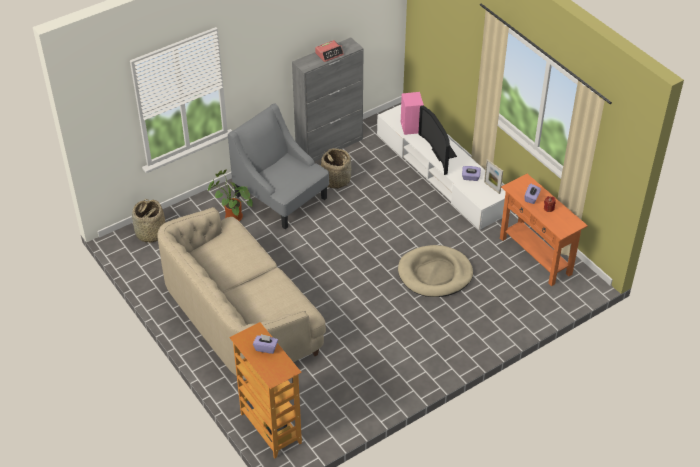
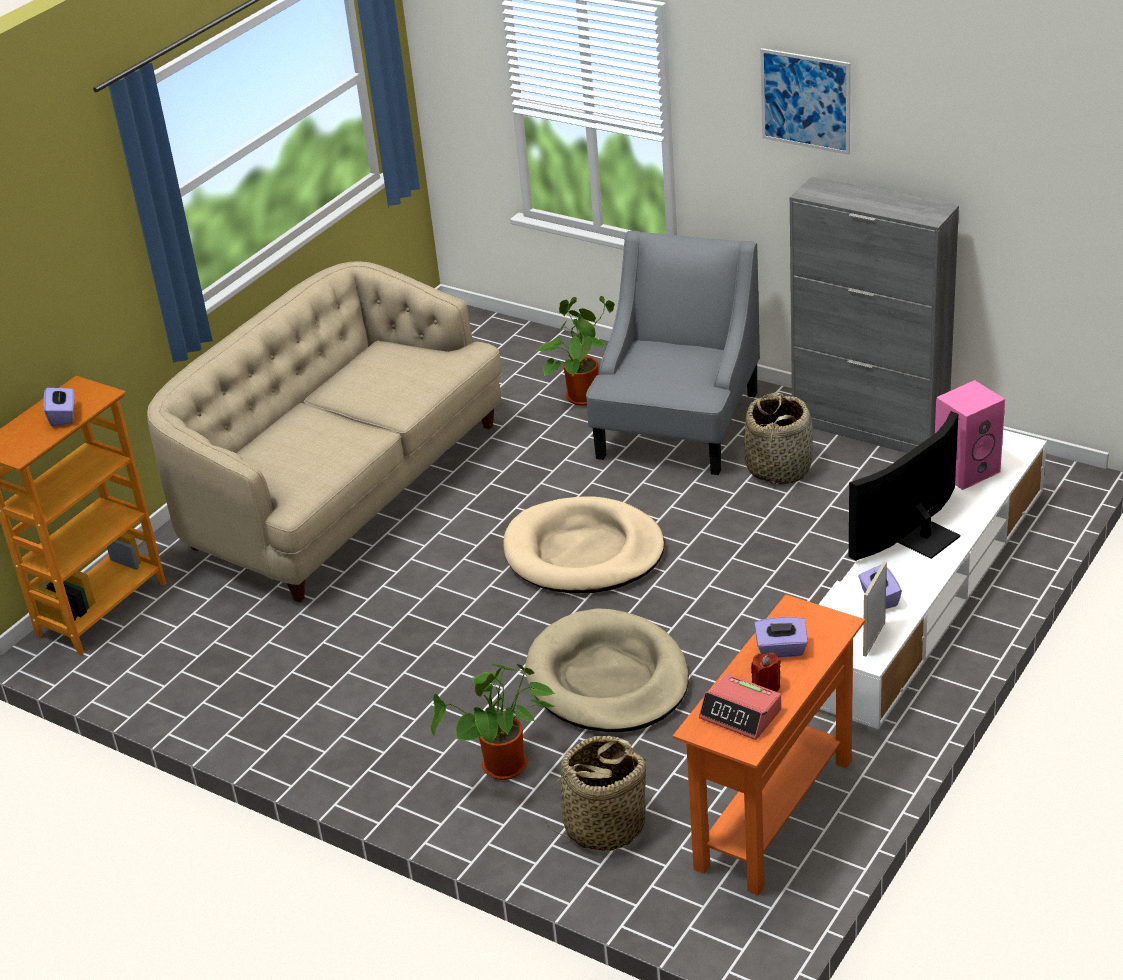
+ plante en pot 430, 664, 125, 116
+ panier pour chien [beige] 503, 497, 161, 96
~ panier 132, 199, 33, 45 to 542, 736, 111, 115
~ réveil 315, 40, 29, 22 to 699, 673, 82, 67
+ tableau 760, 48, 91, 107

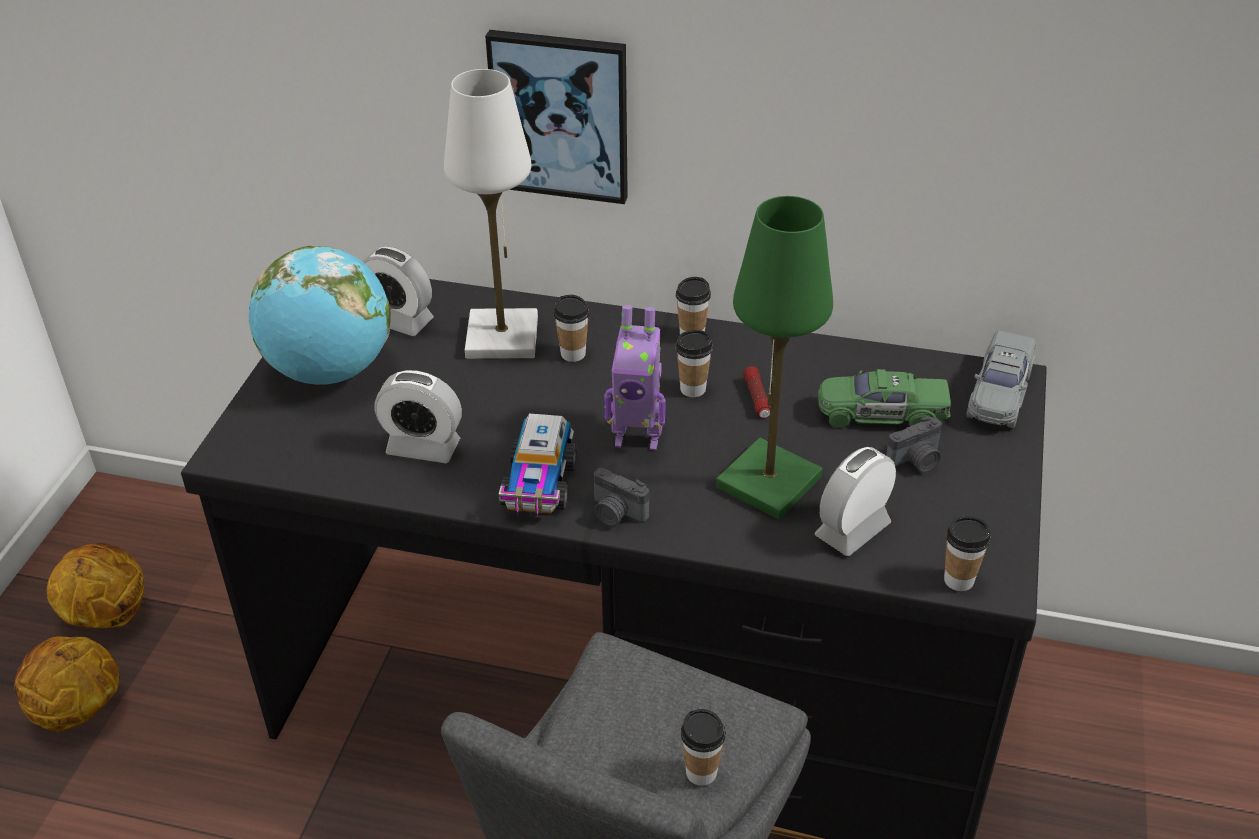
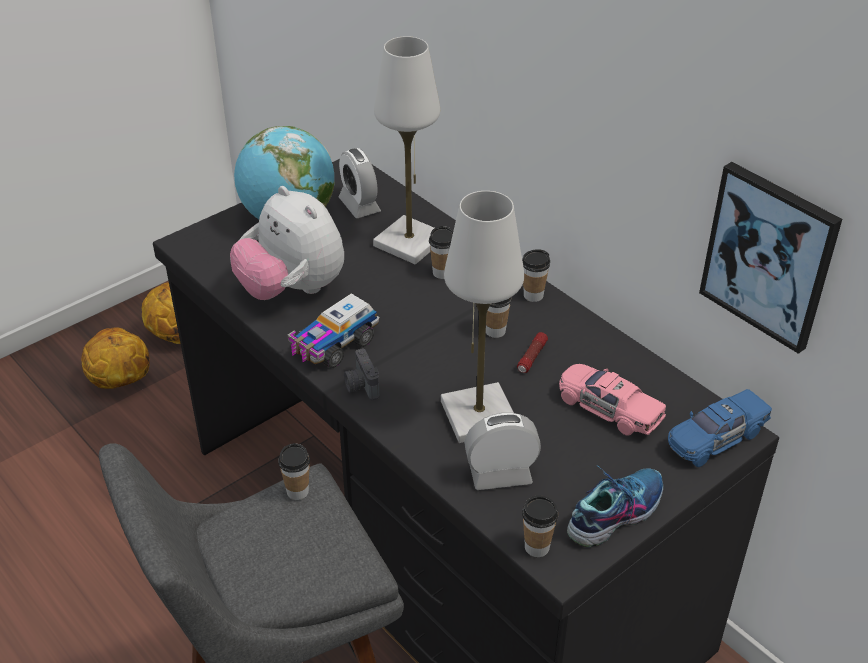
~ réveil 374, 370, 88, 93 to peluche 230, 186, 114, 114
~ tasse 681, 709, 45, 77 to 278, 443, 32, 57
~ lampe de table [vert] 716, 196, 117, 324 to lampe de table [blanc] 441, 191, 83, 252
~ petite voiture [vert] 818, 369, 133, 59 to petite voiture [rose] 559, 364, 107, 72
+ chaussure 567, 465, 96, 82
~ petite voiture [gris] 967, 330, 69, 98 to petite voiture [bleu] 668, 389, 104, 78
~ tableau 485, 30, 143, 174 to 699, 162, 143, 192
- robot jouet 604, 306, 62, 145
- appareil photo 886, 416, 56, 57

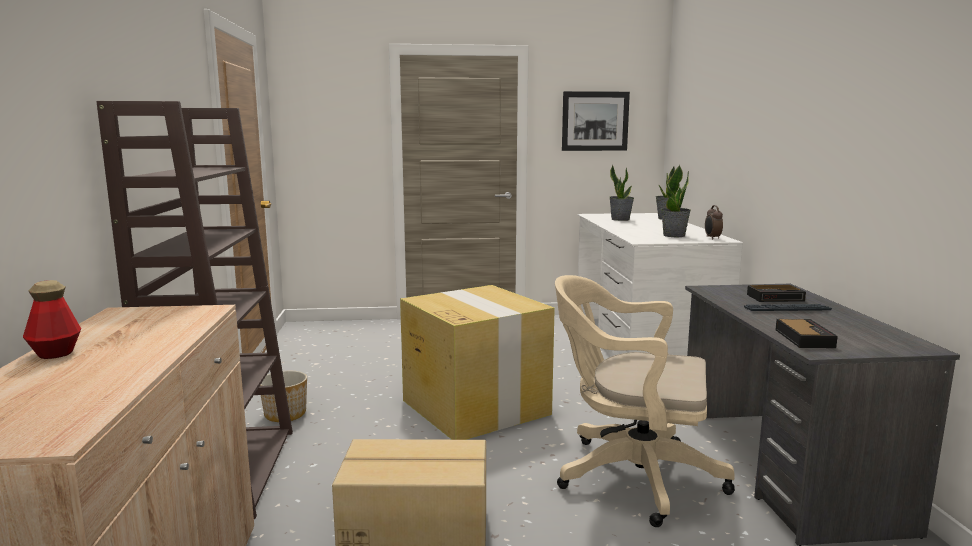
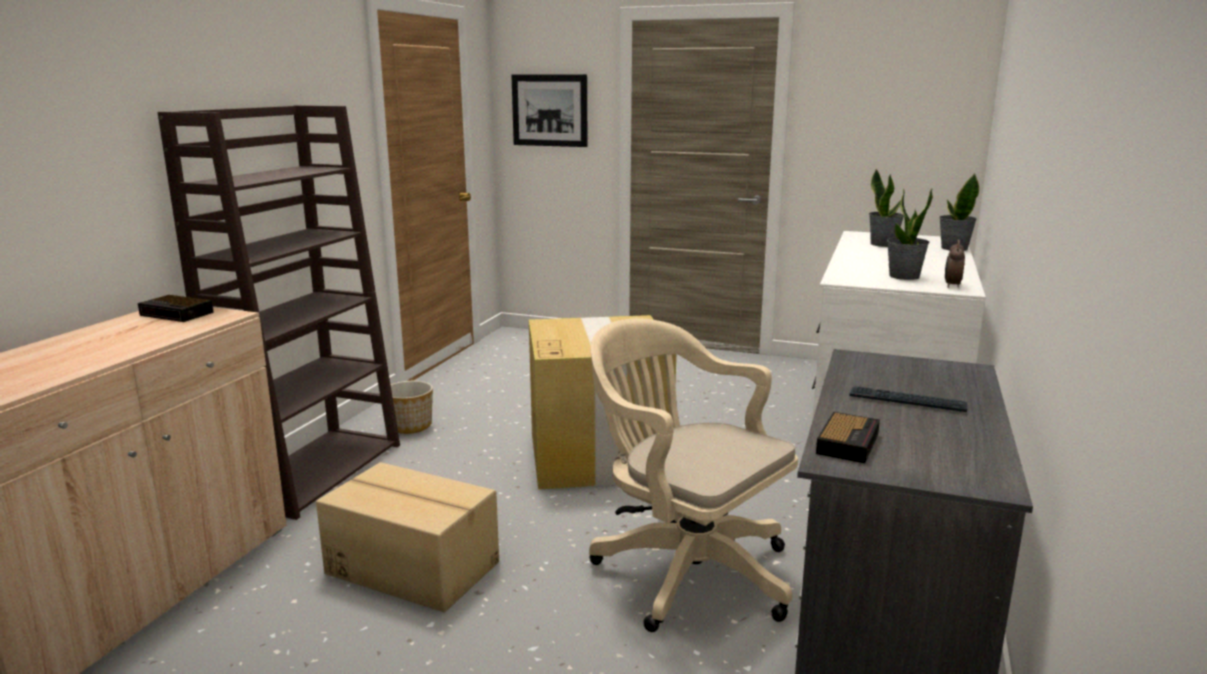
~ réveil 747, 285, 59, 17 to 138, 295, 76, 27
~ tableau 562, 91, 68, 60 to 511, 74, 77, 73
- bouteille 23, 280, 58, 79

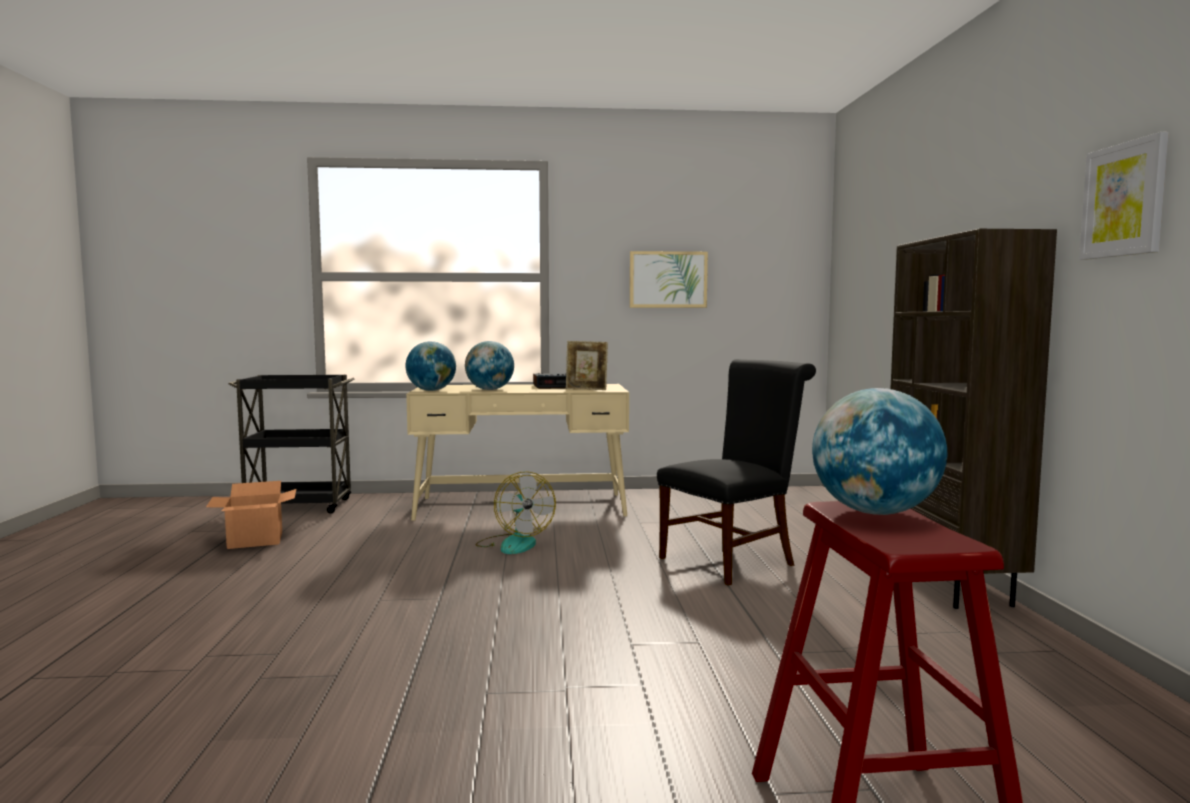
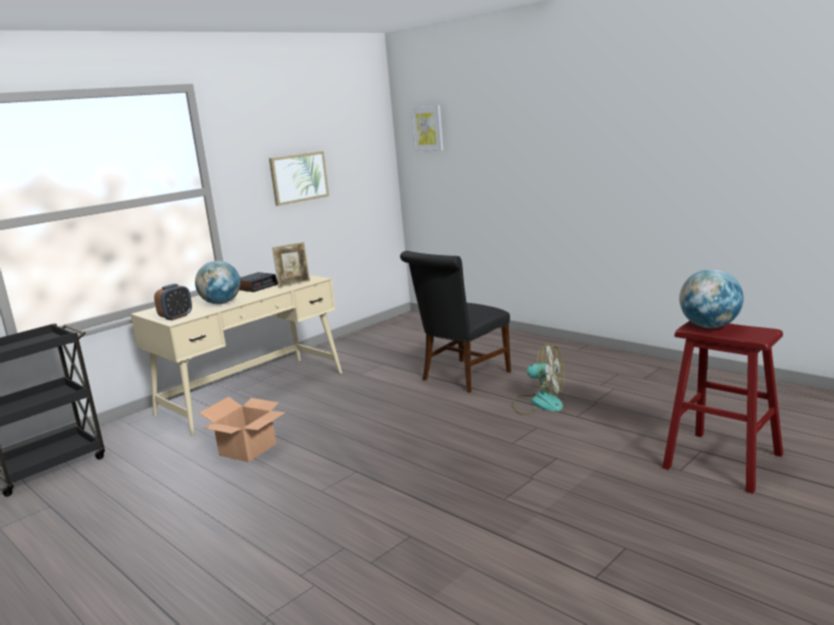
~ globe 405, 341, 51, 50 to réveil 154, 284, 38, 37
~ carton 206, 481, 90, 68 to 199, 397, 87, 65
~ chaise [noir] 657, 359, 159, 227 = 400, 251, 111, 142 150 degrees counterclockwise
~ tableau 1079, 132, 90, 128 to 411, 105, 32, 46
~ ventilateur 475, 471, 81, 83 to 512, 343, 52, 72
- bibliothèque [marron] 891, 229, 166, 380

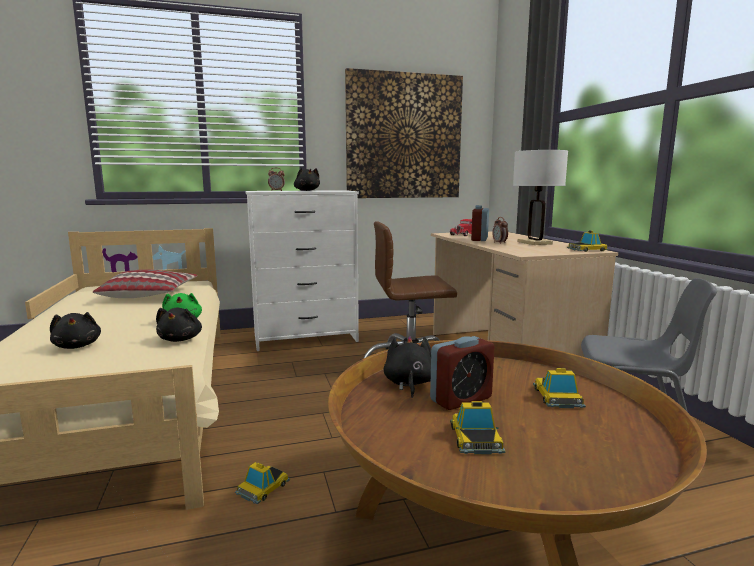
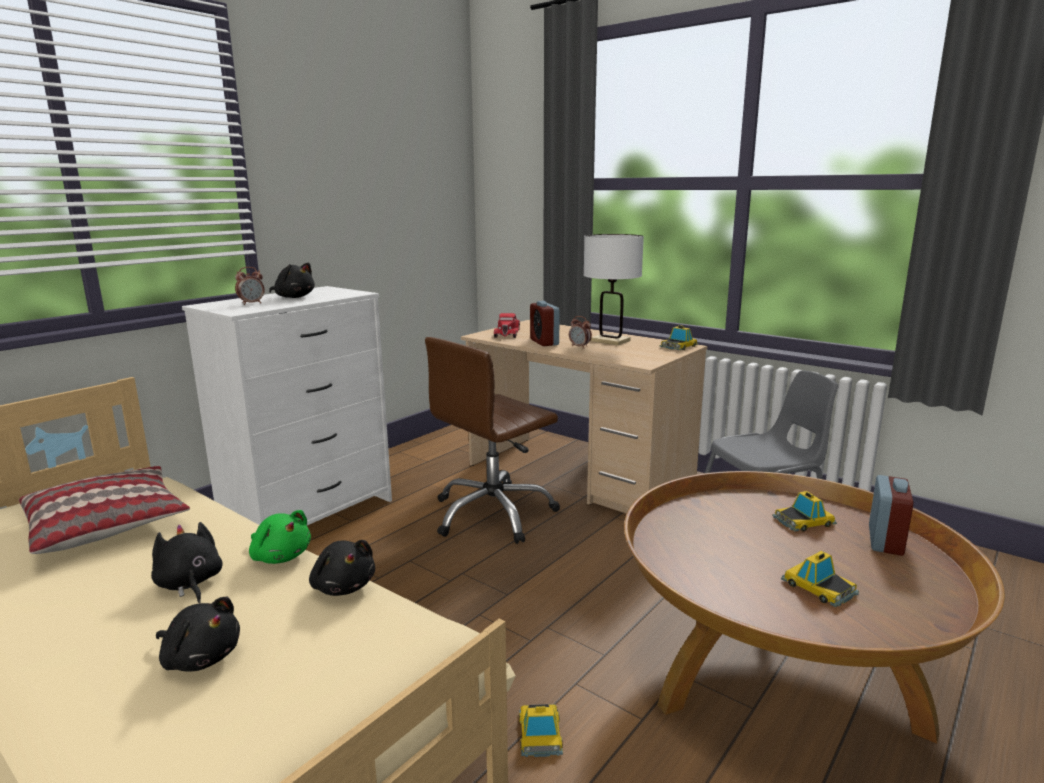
~ peluche [noir] 384, 336, 47, 62 to 151, 522, 72, 81
~ petite voiture 533, 368, 53, 40 = 772, 491, 65, 41 75 degrees counterclockwise
~ réveil 430, 336, 65, 74 to 869, 475, 44, 81
- tableau 345, 68, 118, 130

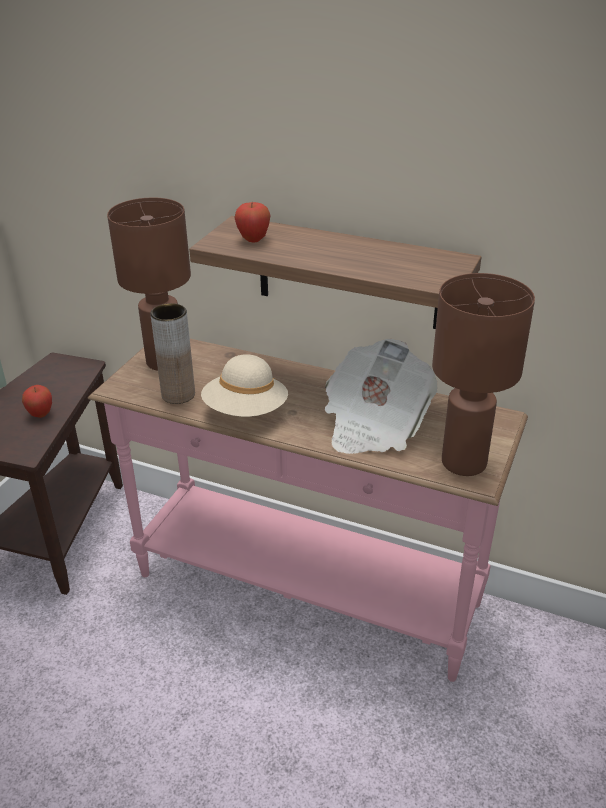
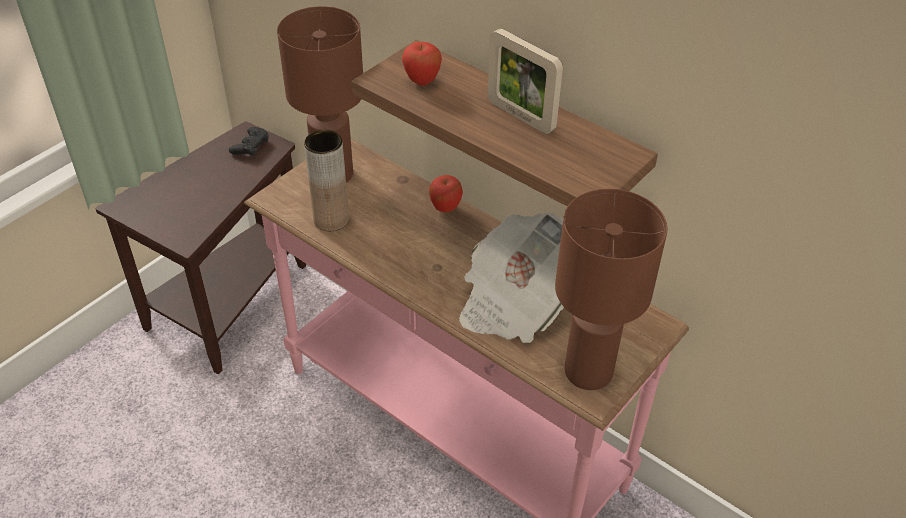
+ manette [noir] 229, 127, 40, 29
~ pomme 22, 385, 30, 33 to 429, 175, 34, 38
+ cadre photo 488, 29, 75, 105
- chapeau [beige] 201, 354, 87, 63

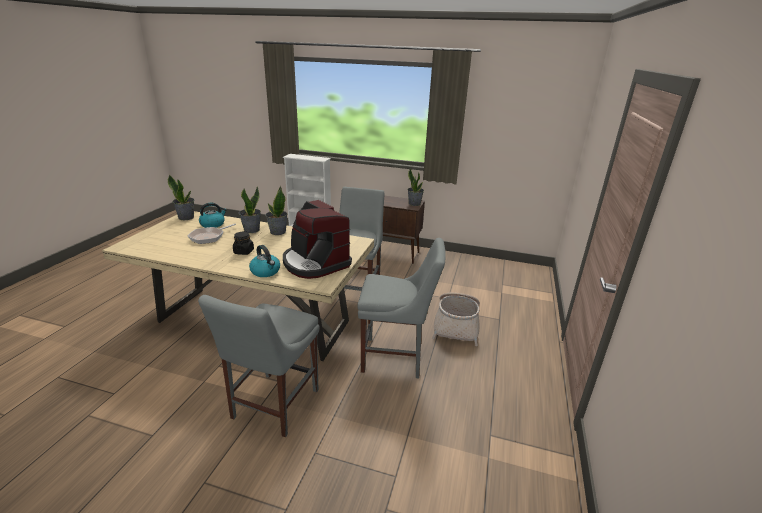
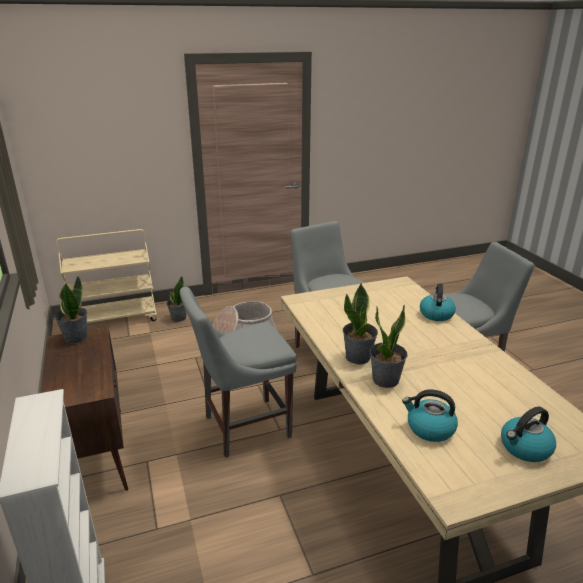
+ chariot [beige] 56, 229, 101, 94
~ plante en pot 168, 175, 26, 45 to 166, 276, 21, 46
+ bouilloire 501, 407, 55, 55
- poêle 188, 223, 48, 21
- bocal [noir] 233, 232, 21, 23
- machine à café 283, 200, 69, 79

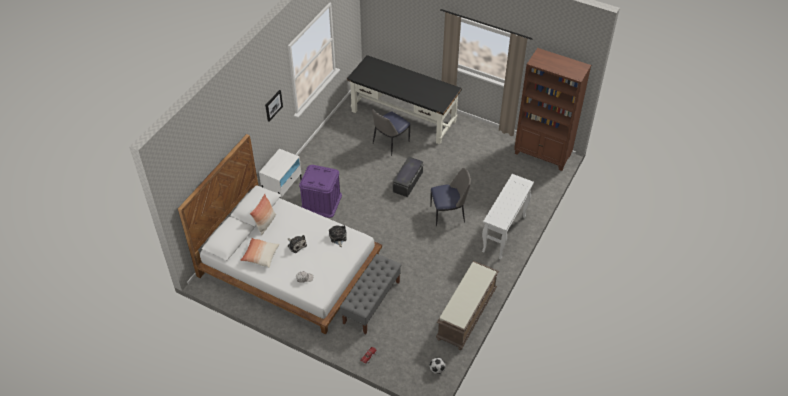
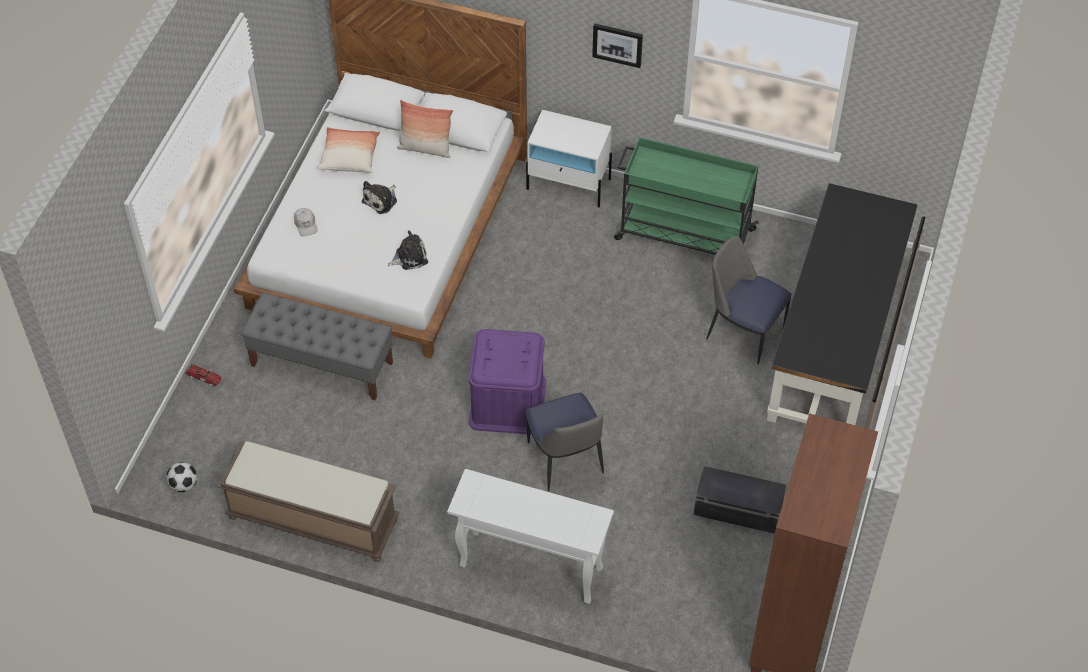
~ boîte de rangement [violet] 299, 165, 43, 53 to 469, 329, 77, 106
+ chariot [vert] 614, 137, 145, 118
~ boîte de rangement [noir] 393, 157, 30, 40 to 694, 466, 92, 68

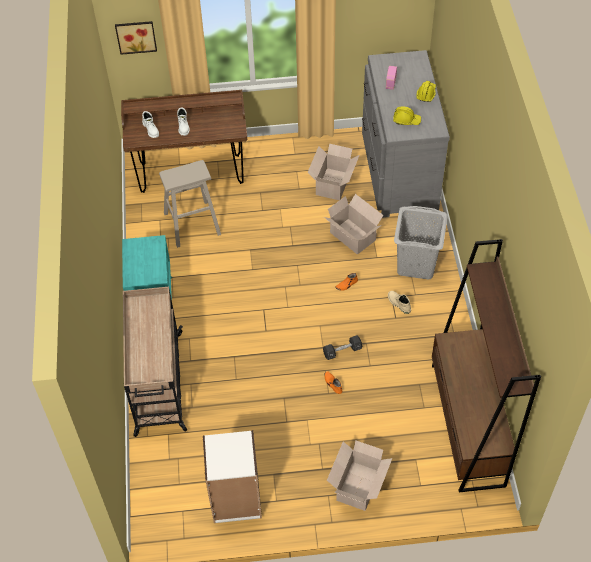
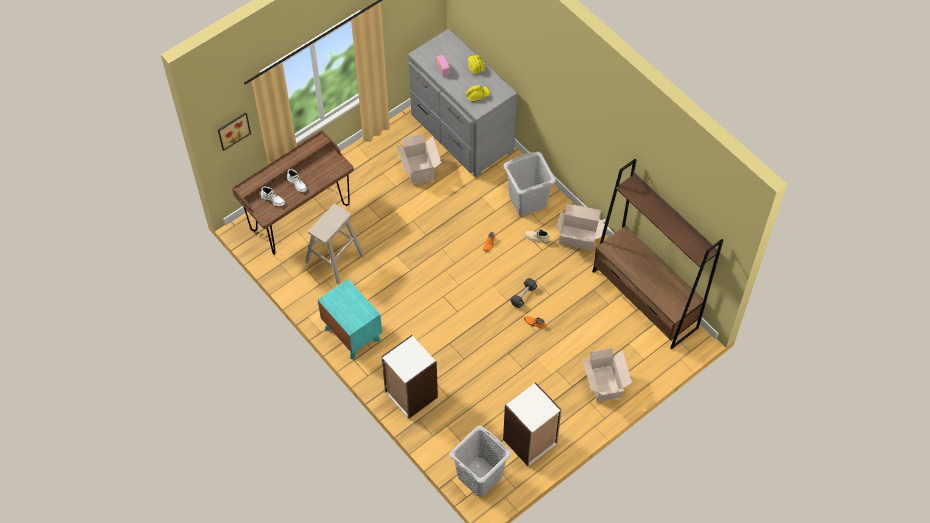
~ chariot [beige] 123, 287, 64, 150 to bibliothèque [blanc] 381, 335, 57, 84
+ panier à linge [gris] 449, 426, 63, 71
~ carton 324, 194, 59, 60 to 557, 204, 48, 47

